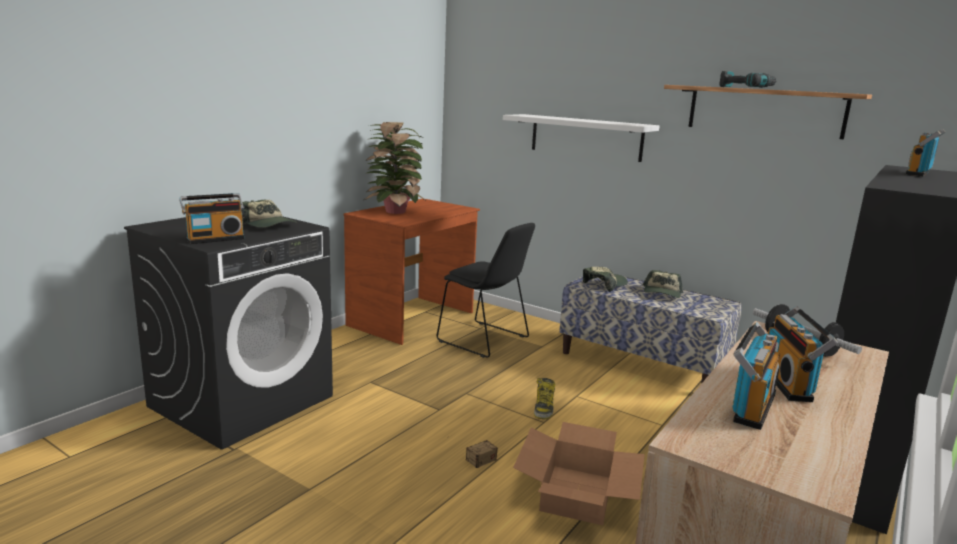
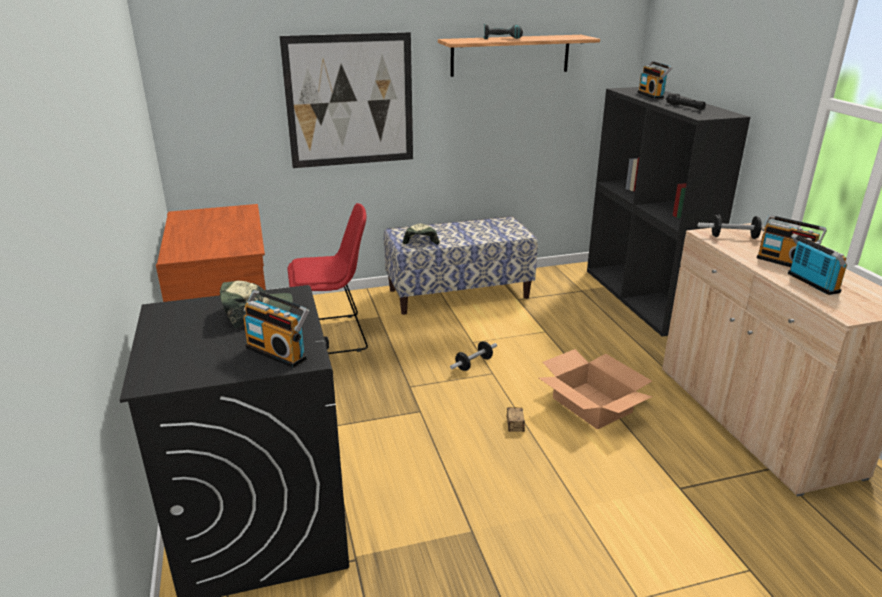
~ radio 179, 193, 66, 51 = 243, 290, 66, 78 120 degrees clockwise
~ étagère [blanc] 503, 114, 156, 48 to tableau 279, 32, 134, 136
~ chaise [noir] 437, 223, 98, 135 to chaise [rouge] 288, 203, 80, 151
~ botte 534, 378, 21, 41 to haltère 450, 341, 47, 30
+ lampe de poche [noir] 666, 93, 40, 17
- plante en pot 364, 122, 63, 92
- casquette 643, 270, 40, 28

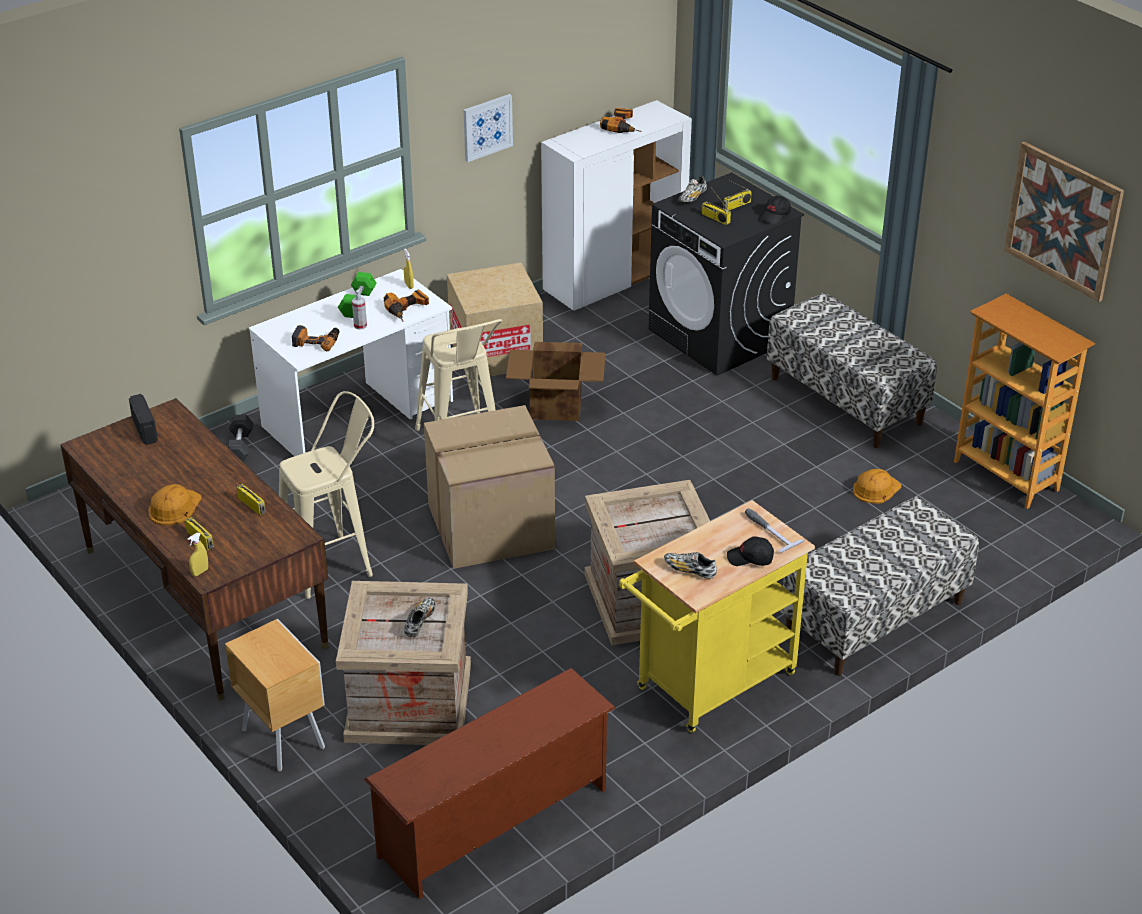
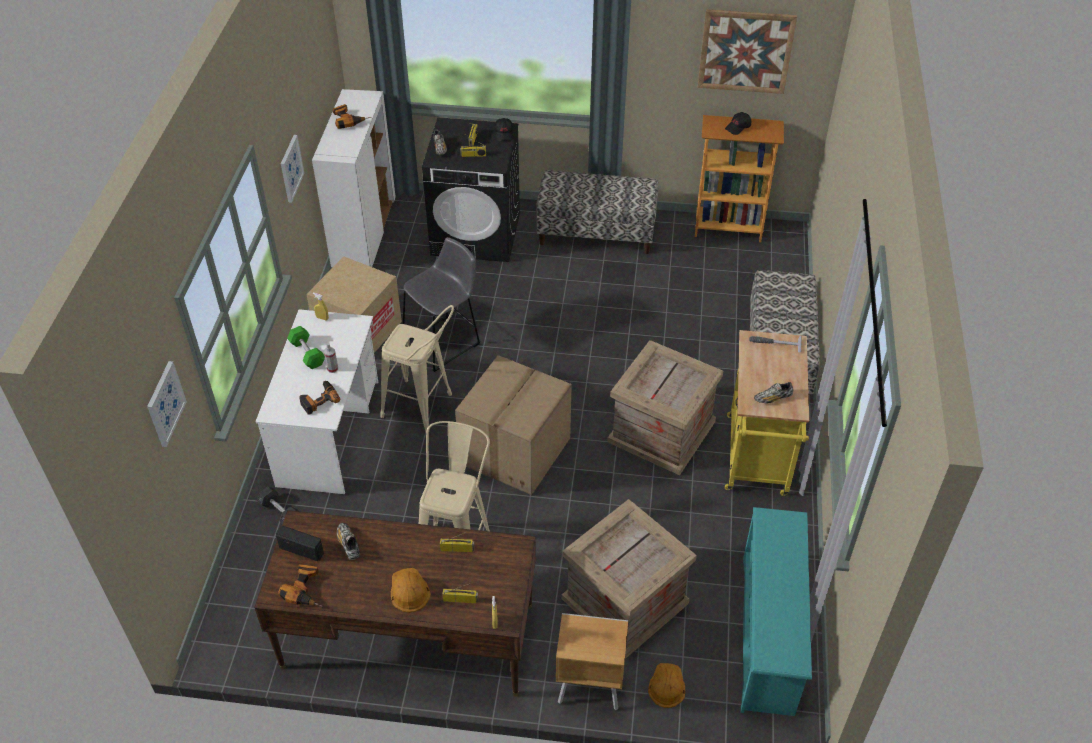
+ tableau 147, 361, 40, 86
~ perceuse 384, 289, 45, 33 to 278, 564, 45, 43
~ chaussure 404, 598, 31, 39 to 337, 523, 23, 37
~ carton 506, 342, 100, 79 to tabouret [gris] 403, 237, 78, 135
~ casque de chantier [orange] 853, 469, 48, 35 to 648, 663, 37, 45
~ casquette [noir] 727, 537, 47, 29 to 725, 112, 26, 23
~ étagère à chaussures [marron] 364, 668, 252, 231 to étagère à chaussures [turquoise] 741, 507, 71, 209

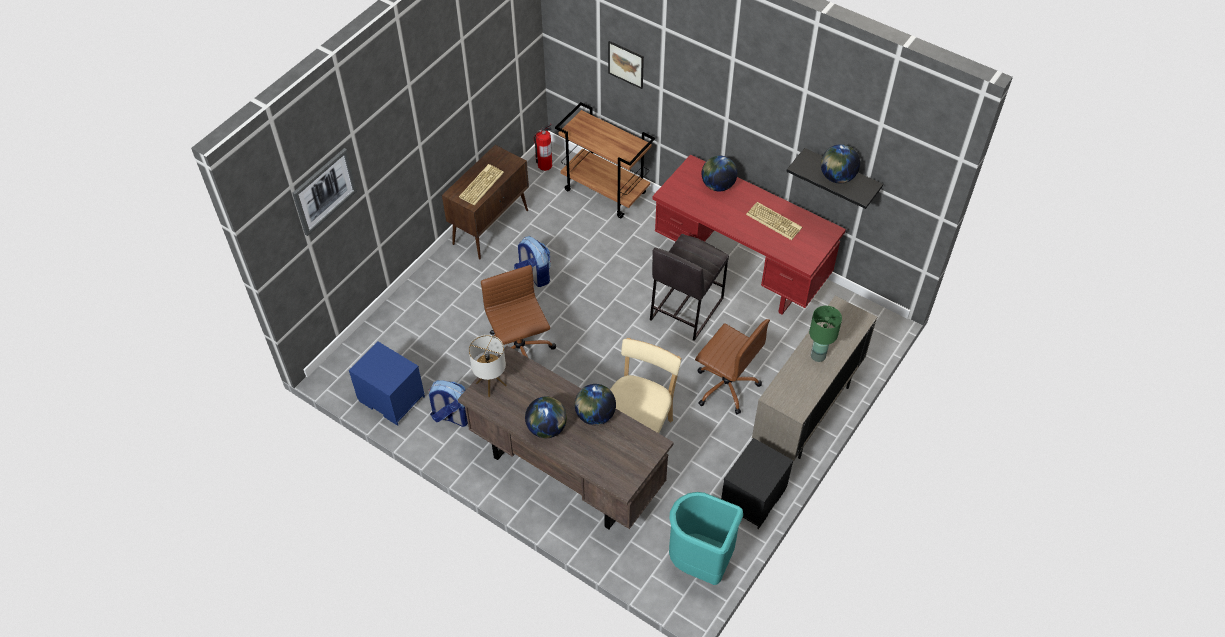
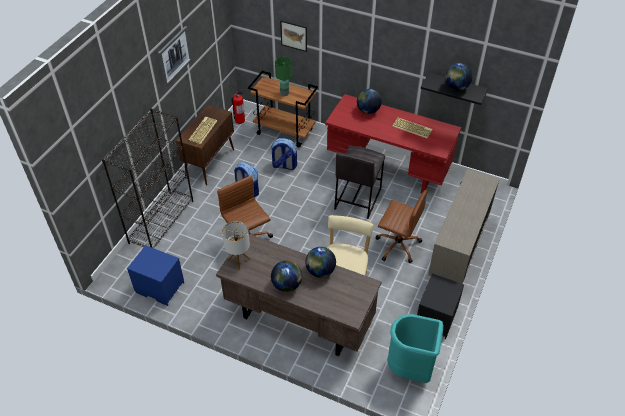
+ bibliothèque [noir] 102, 108, 91, 140
~ tableau 292, 148, 65, 88 to 158, 26, 34, 61
~ sac à dos 428, 380, 40, 47 to 270, 138, 27, 32
~ lampe de table [vert] 809, 306, 33, 56 to 275, 57, 17, 39

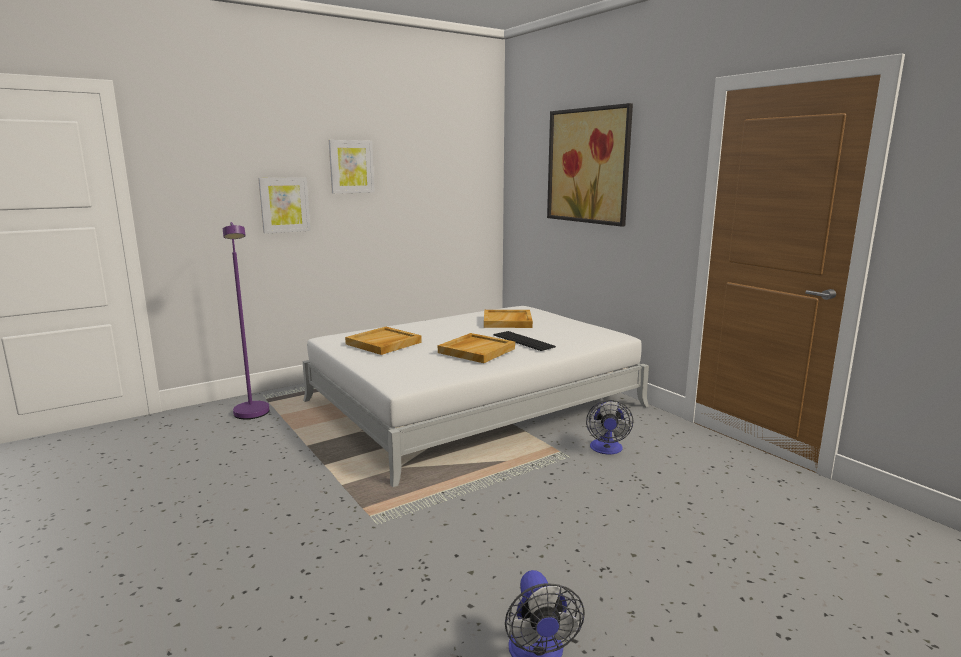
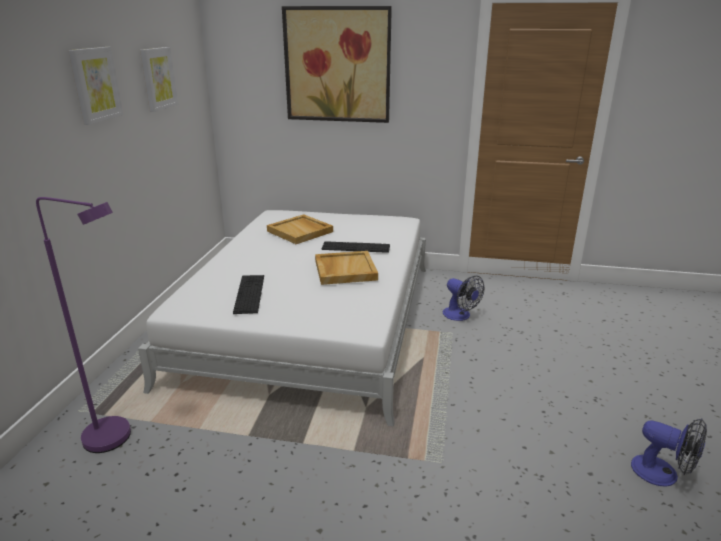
~ tableau 258, 177, 53, 57 to 140, 47, 38, 65
~ plateau [beige] 345, 327, 77, 28 to clavier 233, 275, 31, 39

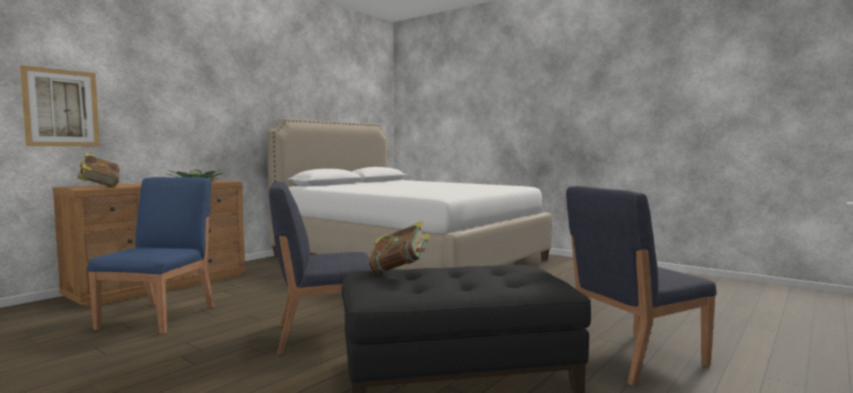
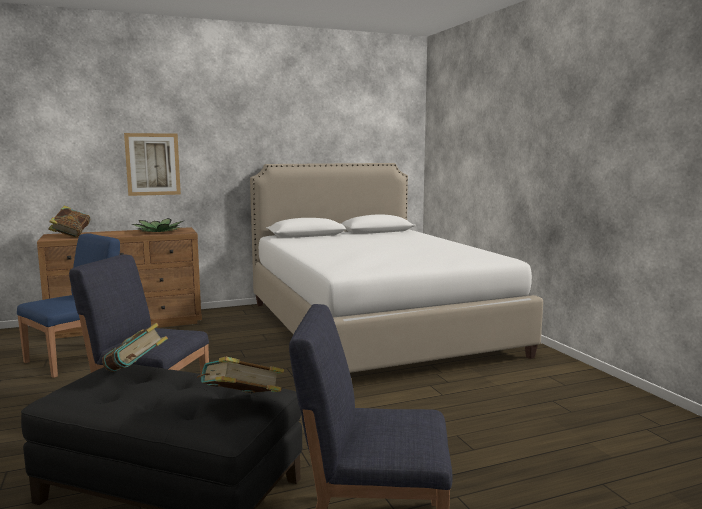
~ tableau 20, 65, 80, 81 to 124, 133, 57, 63
+ livre 197, 357, 87, 36

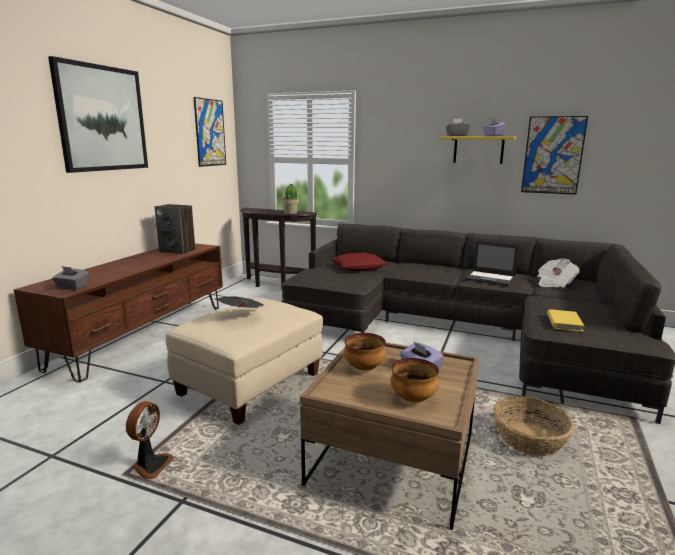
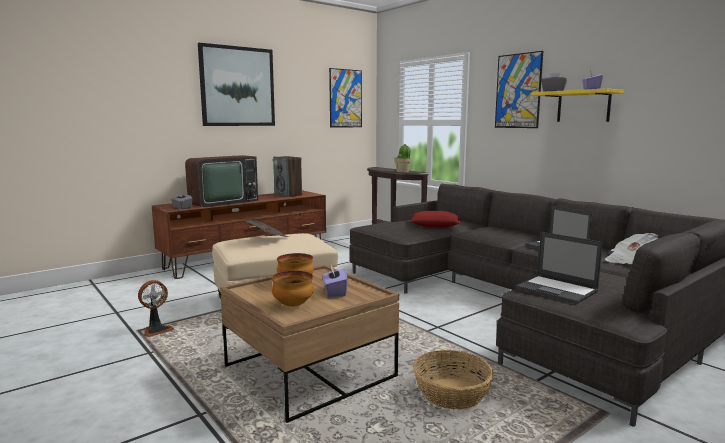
+ téléviseur 185, 155, 73, 52
~ tableau 521, 116, 67, 79 to 495, 51, 48, 77
~ livre [jaune] 547, 309, 37, 23 to ordinateur portable 515, 232, 88, 72

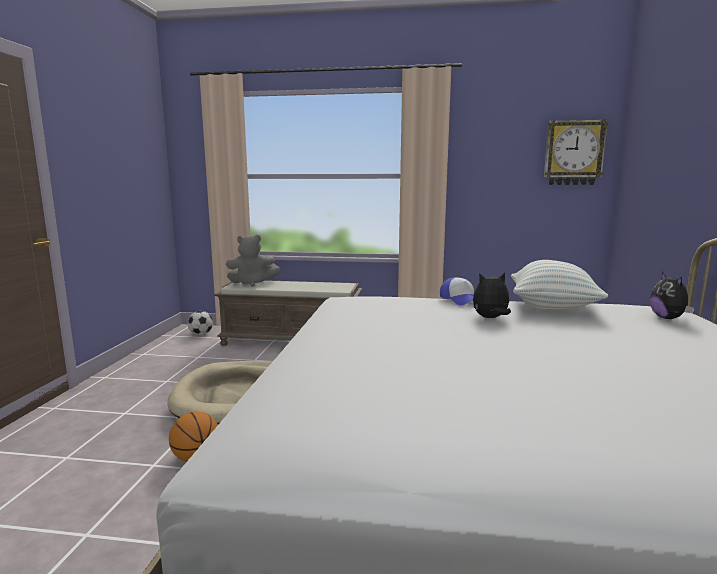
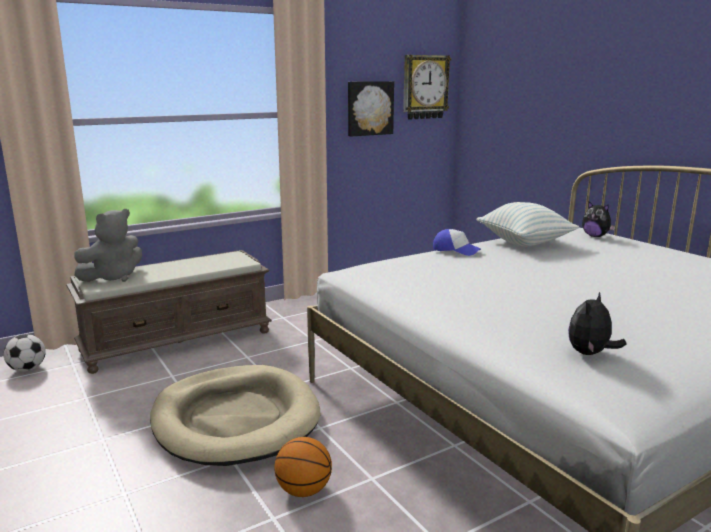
+ tableau 348, 81, 46, 56
~ peluche 473, 272, 38, 46 to 568, 292, 59, 63

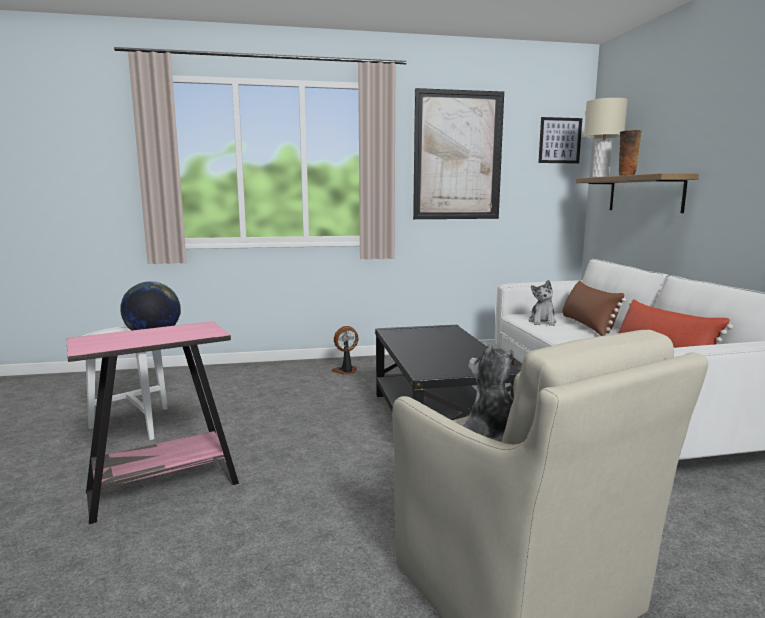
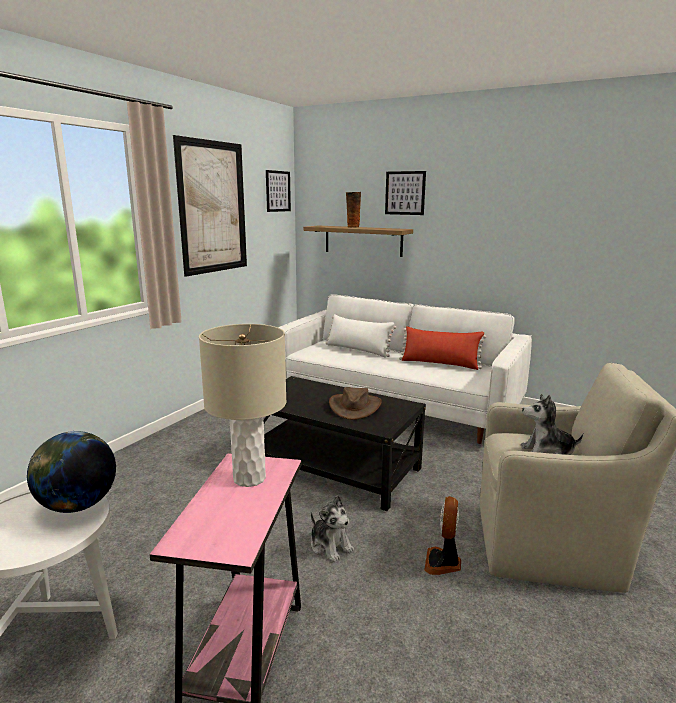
~ lampe de table [beige] 584, 98, 44, 79 to 199, 324, 88, 163
~ peluche 528, 280, 29, 46 to 311, 495, 43, 67
~ coussin [marron] 562, 281, 64, 55 to coussin [blanc] 326, 314, 70, 44
+ chapeau [marron] 329, 387, 53, 33
+ tableau 385, 171, 41, 44
~ ventilateur 331, 326, 27, 49 to 424, 496, 37, 79

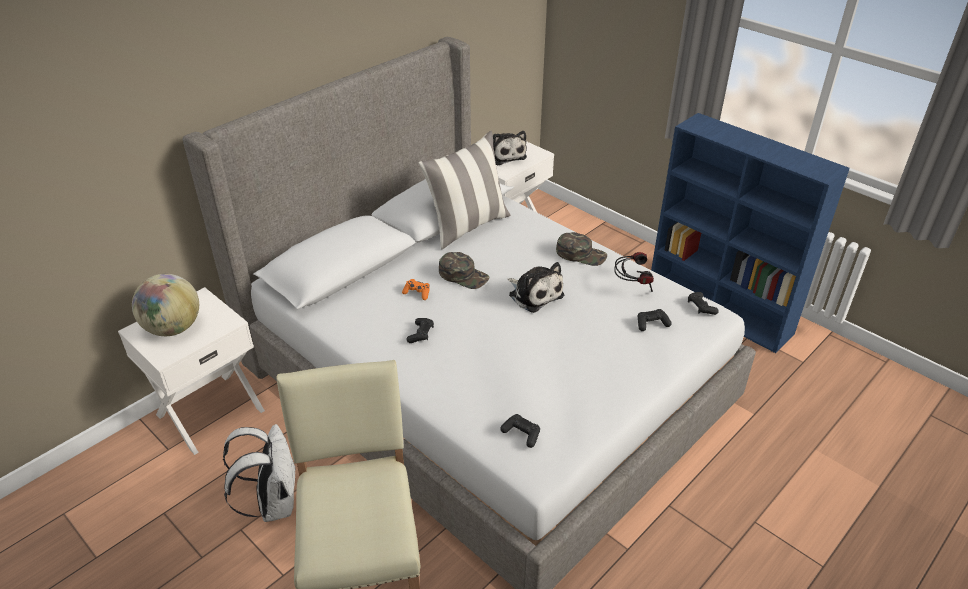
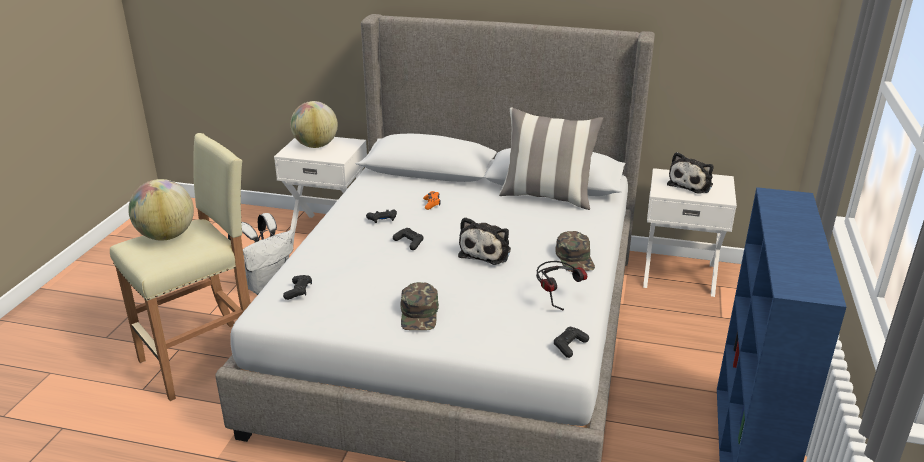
+ globe 128, 179, 66, 62
~ manette [noir] 637, 309, 35, 22 to 393, 228, 31, 22
~ casquette [vert] 439, 252, 50, 37 to 400, 282, 39, 48

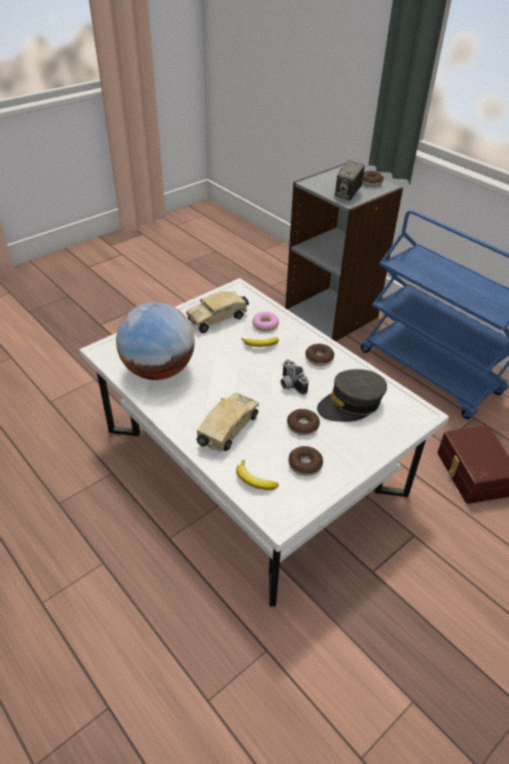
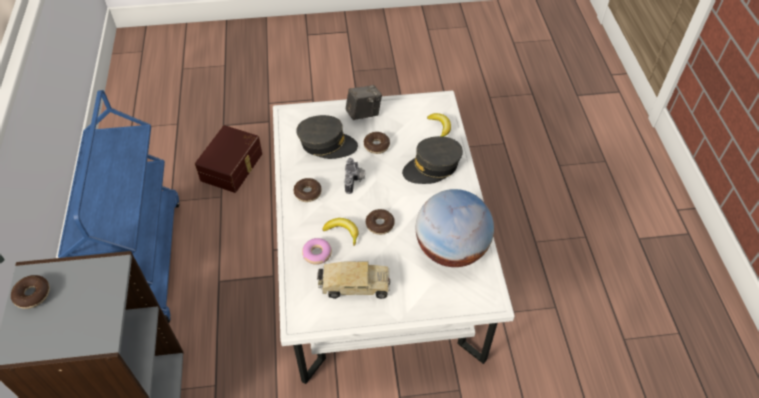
~ appareil photo 335, 160, 30, 40 to 345, 85, 37, 35
~ beignet 288, 446, 35, 30 to 366, 209, 29, 26
~ camion jouet 197, 393, 62, 59 to casquette [gris] 402, 136, 61, 48

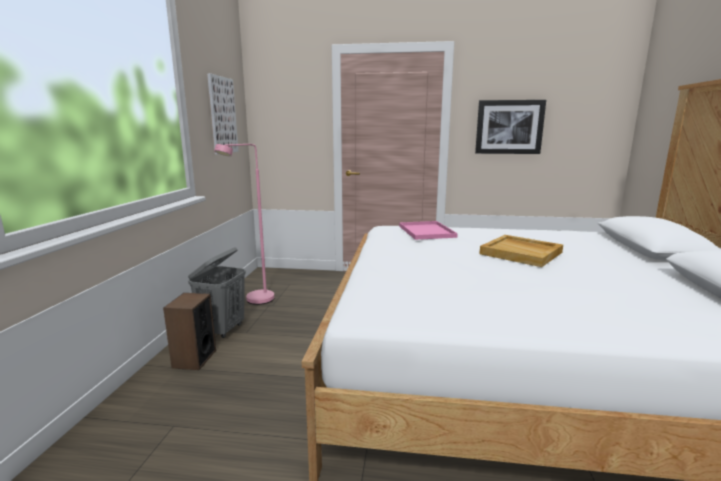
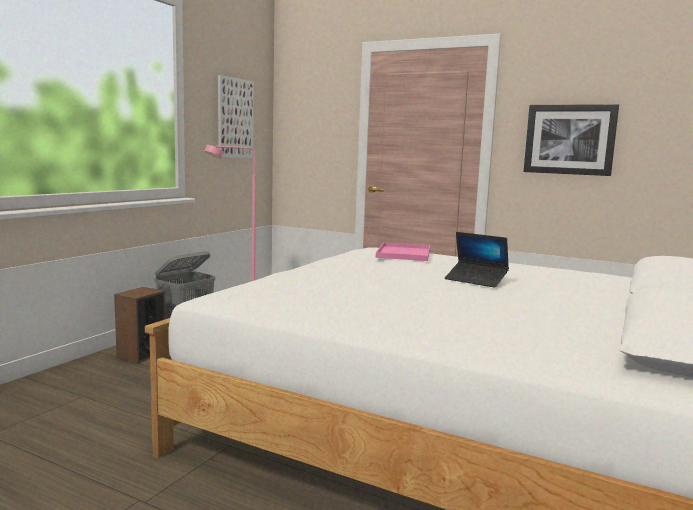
~ plateau [beige] 479, 235, 84, 32 to ordinateur portable 445, 232, 64, 56

